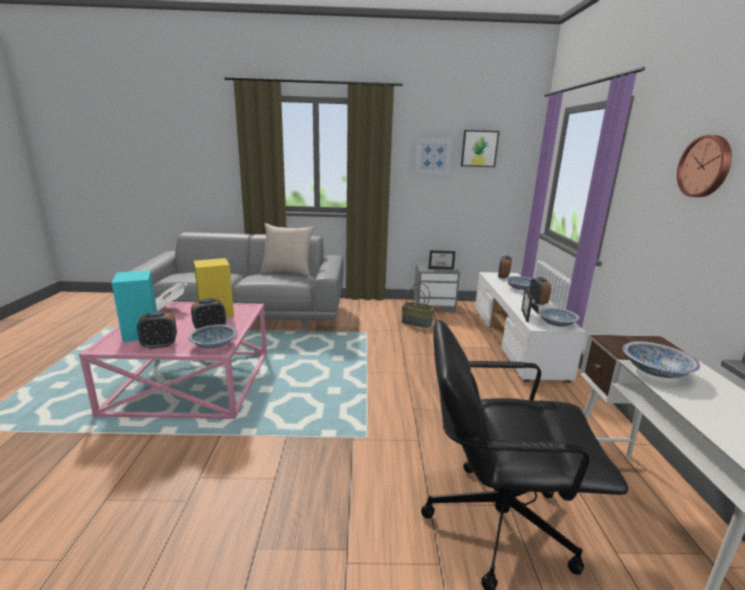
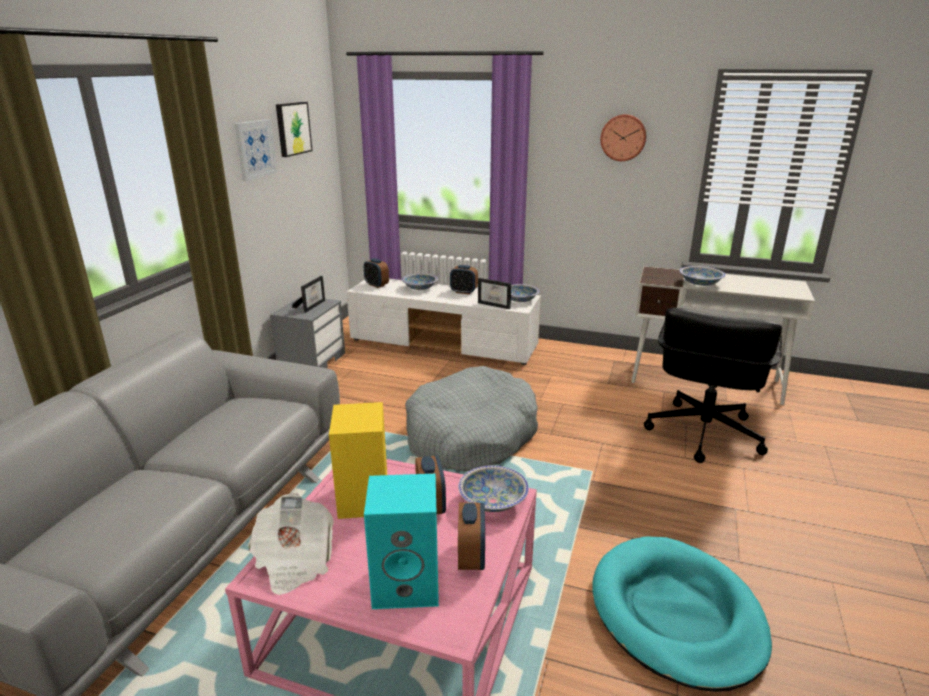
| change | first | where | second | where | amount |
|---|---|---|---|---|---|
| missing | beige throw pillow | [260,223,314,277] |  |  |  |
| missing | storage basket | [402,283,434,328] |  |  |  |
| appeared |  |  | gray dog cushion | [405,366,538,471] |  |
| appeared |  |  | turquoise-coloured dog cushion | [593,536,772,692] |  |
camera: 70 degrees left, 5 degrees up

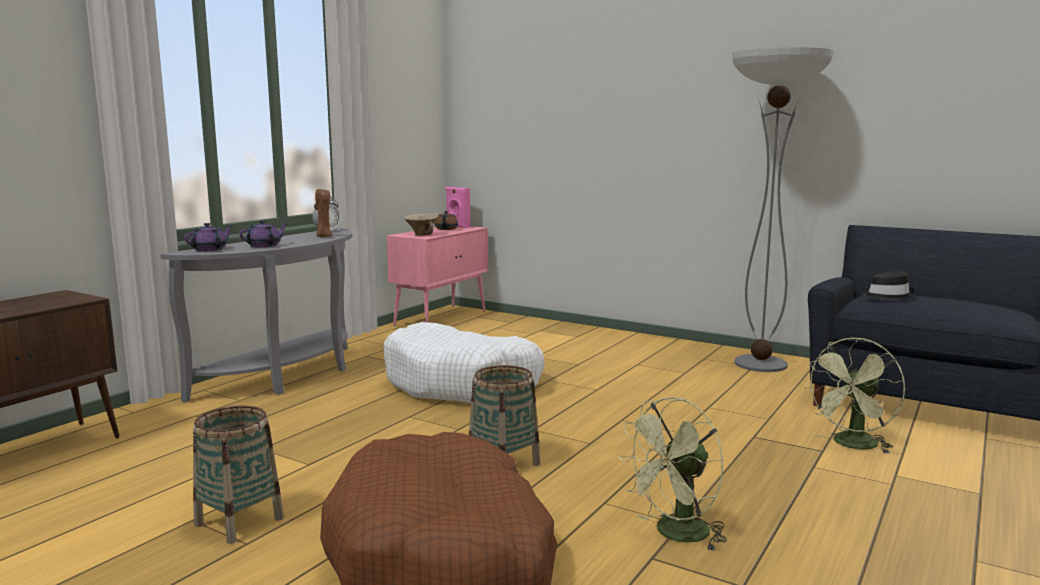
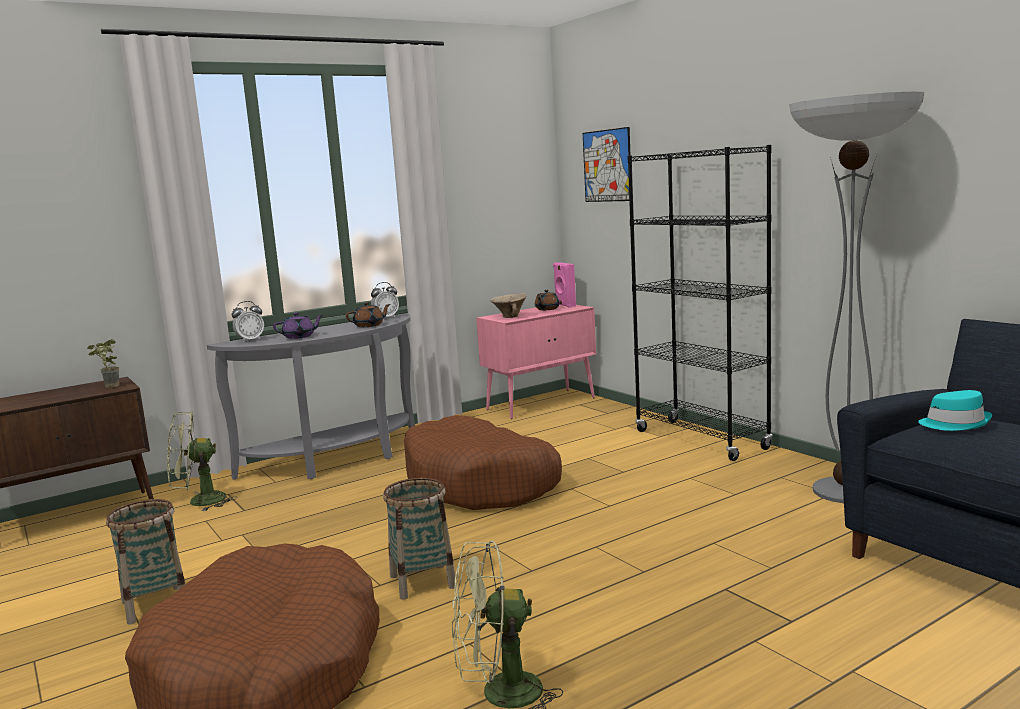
| change | first | where | second | where | amount |
|---|---|---|---|---|---|
| exchanged | purple-coloured pot for tea | [184,223,232,251] | table clock | [232,301,264,343] |  |
| exchanged | brown-coloured candle | [315,189,333,237] | brown-coloured pot for tea | [346,302,390,327] |  |
| colour | white-coloured dog cushion | [383,322,545,403] | brown-coloured dog cushion | [404,415,562,510] |  |
| relocated | green-coloured electric fan | [804,338,905,454] |  | [167,411,238,511] |  |
| colour | blackish wearable hat | [862,271,915,300] | turquoise-coloured wearable hat | [918,390,992,431] |  |
| appeared |  |  | houseplant | [88,339,119,388] |  |
| appeared |  |  | picture | [583,127,631,202] |  |
| appeared |  |  | blackish shelving unit | [628,145,772,461] |  |
camera: 25 degrees right, 0 degrees up

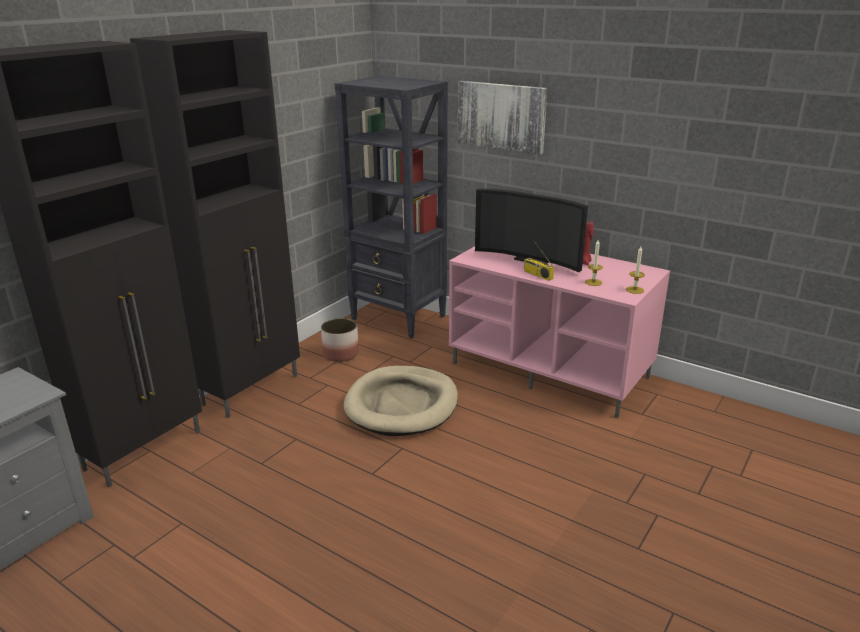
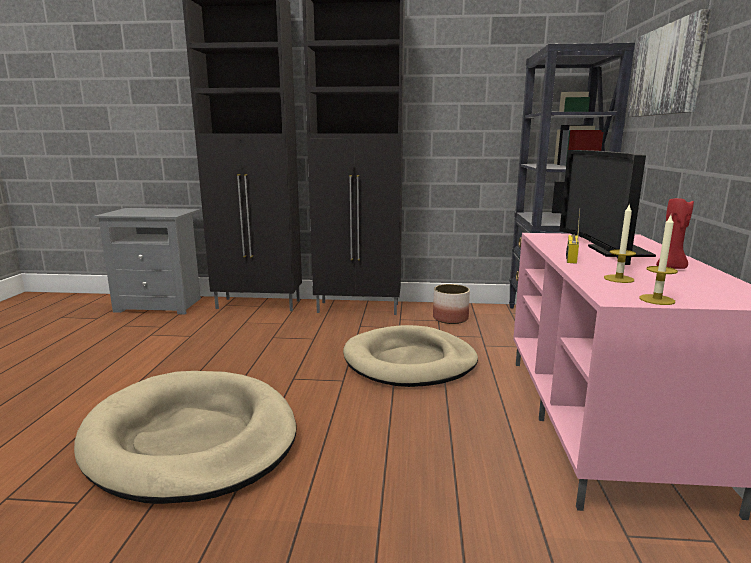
| change | first | where | second | where | amount |
|---|---|---|---|---|---|
| appeared |  |  | beige dog cushion | [74,371,297,504] |  |
camera: 60 degrees right, 10 degrees down

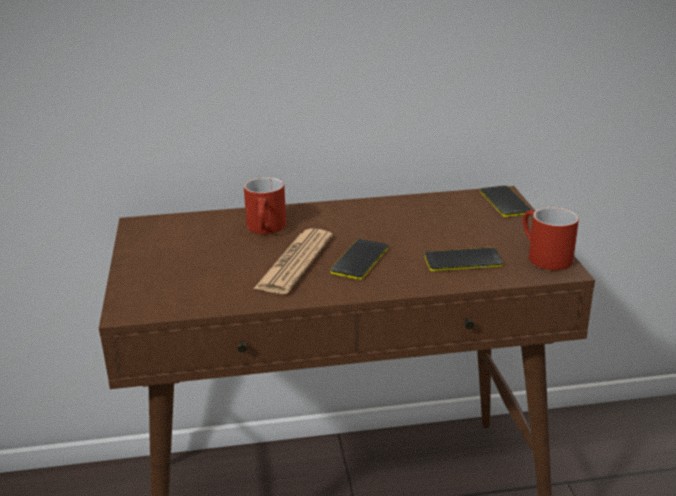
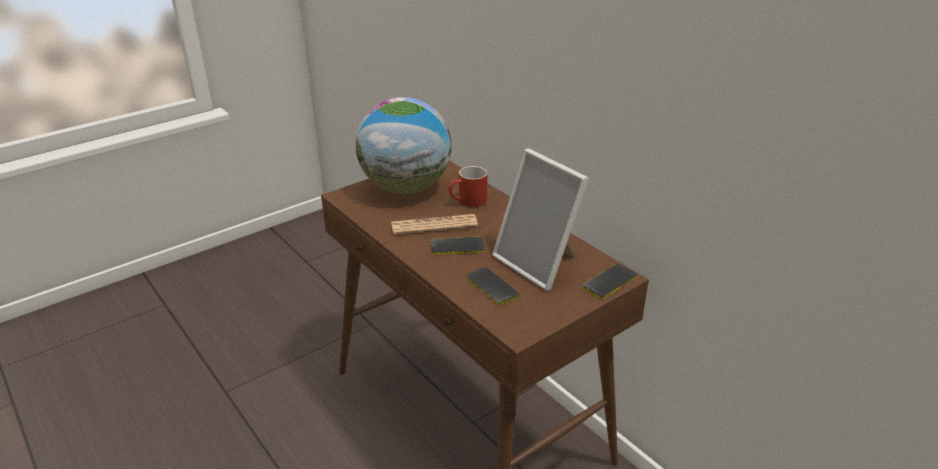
| change | first | where | second | where | amount |
|---|---|---|---|---|---|
| missing | red tea mug | [523,207,579,270] |  |  |  |
| appeared |  |  | desk globe | [356,97,452,194] |  |
| appeared |  |  | standing frame | [492,149,589,291] |  |
camera: 60 degrees right, 5 degrees up

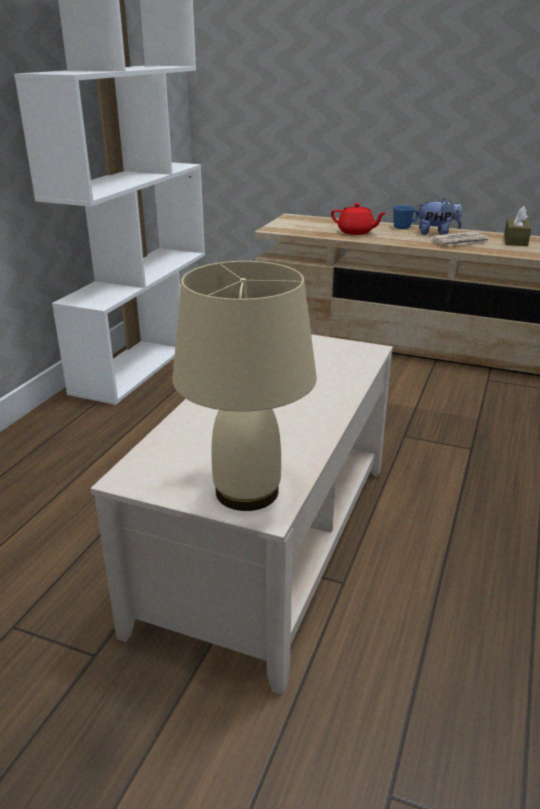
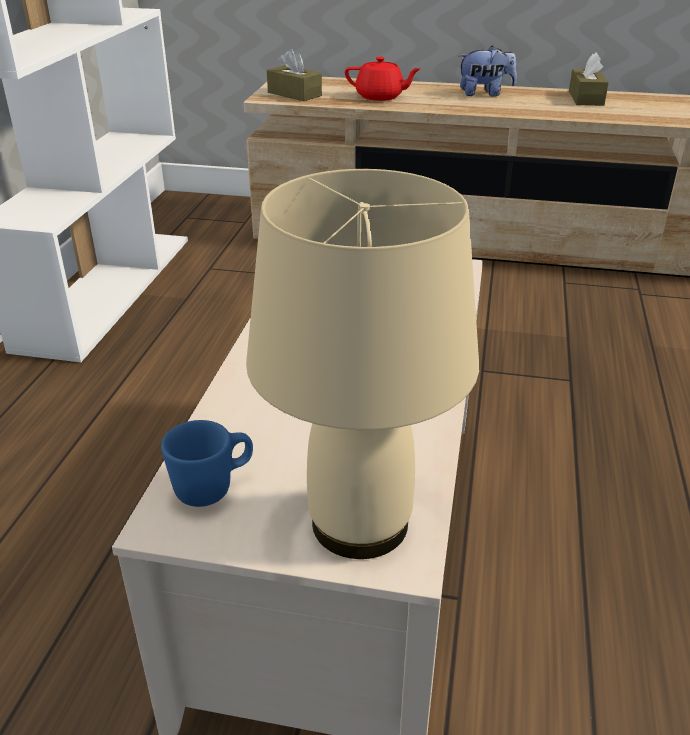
| change | first | where | second | where | amount |
|---|---|---|---|---|---|
| relocated | bluish tea mug | [393,205,419,229] |  | [161,420,253,507] |  |
| missing | printed paper | [429,231,490,246] |  |  |  |
| appeared |  |  | brown-coloured tissue holder | [267,49,322,101] |  |
camera: 10 degrees left, 5 degrees up

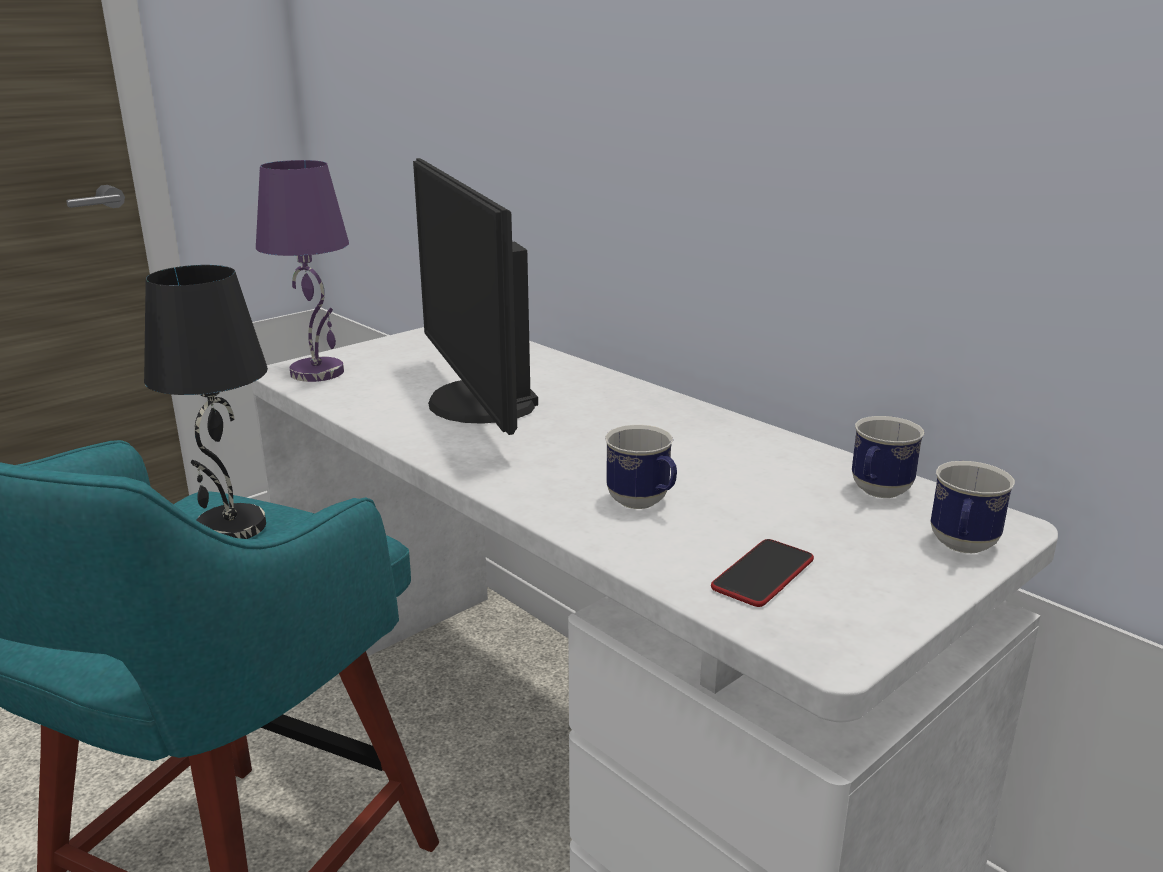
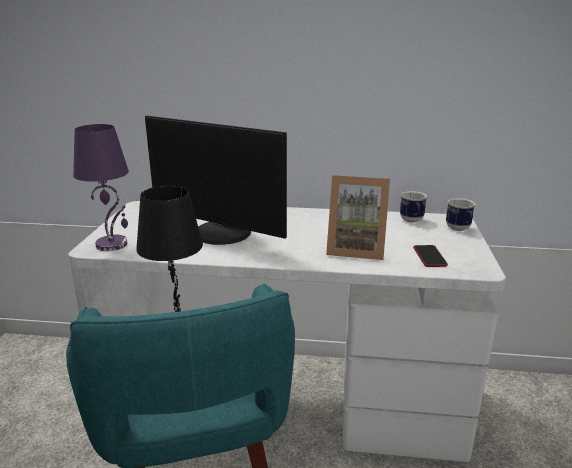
| change | first | where | second | where | amount |
|---|---|---|---|---|---|
| exchanged | tea mug | [605,425,677,509] | standing frame | [326,175,390,260] |  |
camera: 40 degrees left, 0 degrees up

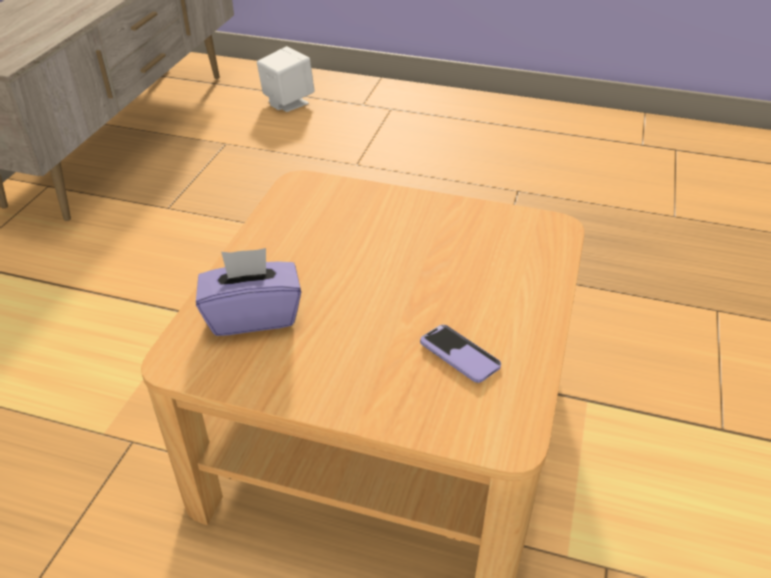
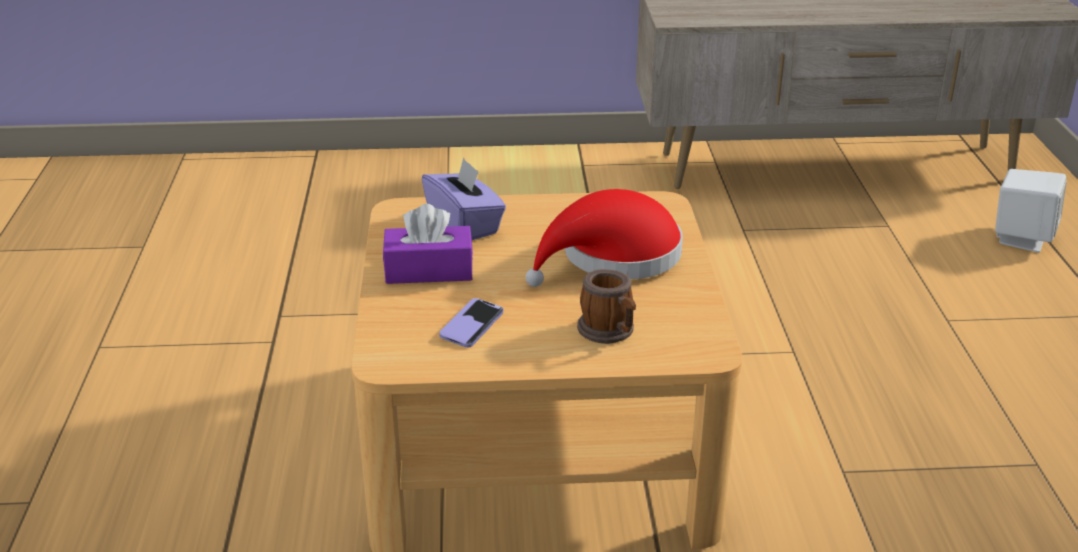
| change | first | where | second | where | amount |
|---|---|---|---|---|---|
| appeared |  |  | purple-coloured tissue holder | [383,204,473,284] |  |
| appeared |  |  | red wearable hat | [525,189,683,287] |  |
| appeared |  |  | tea mug | [577,269,636,344] |  |
camera: 70 degrees right, 10 degrees down

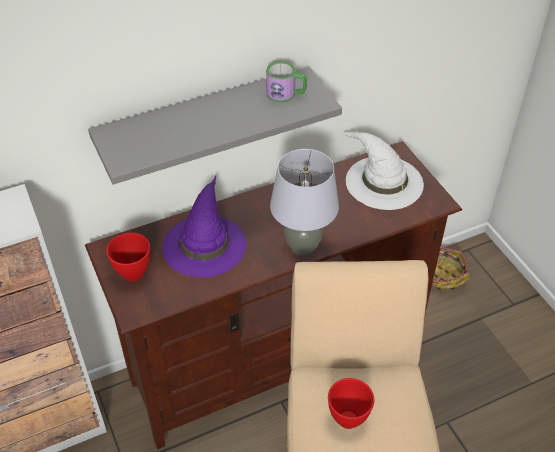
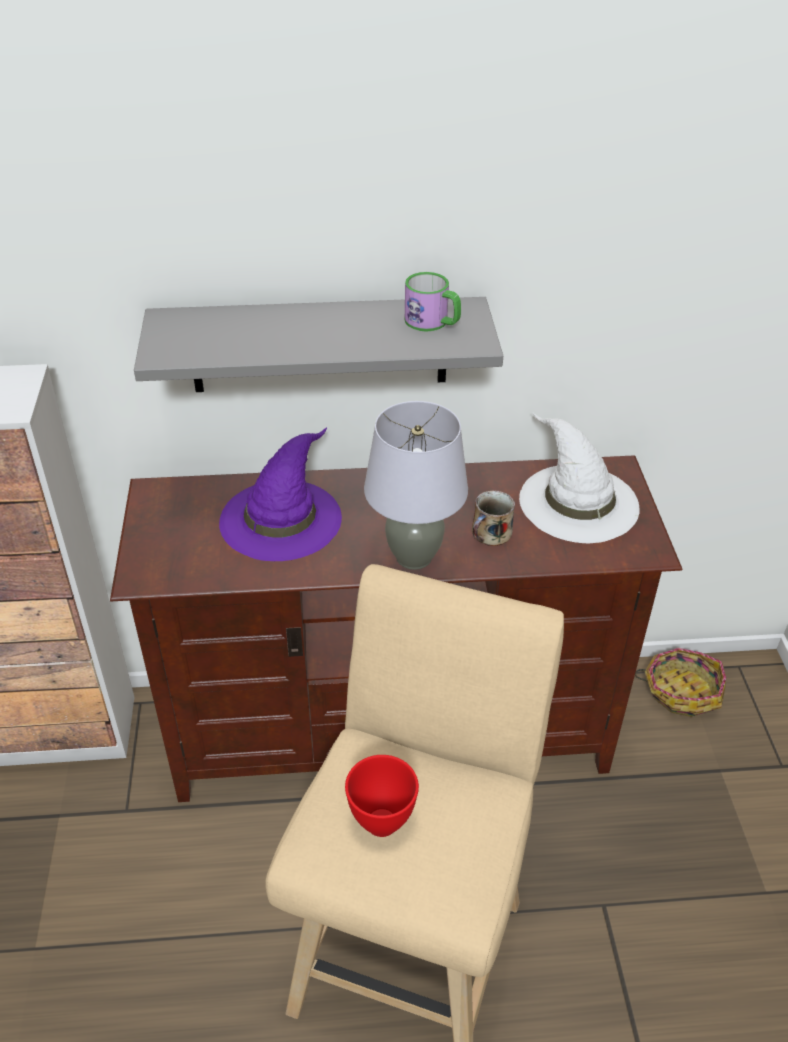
| change | first | where | second | where | amount |
|---|---|---|---|---|---|
| missing | red bowl | [106,232,150,282] |  |  |  |
| appeared |  |  | tea mug | [472,490,515,546] |  |
camera: 20 degrees right, 5 degrees down

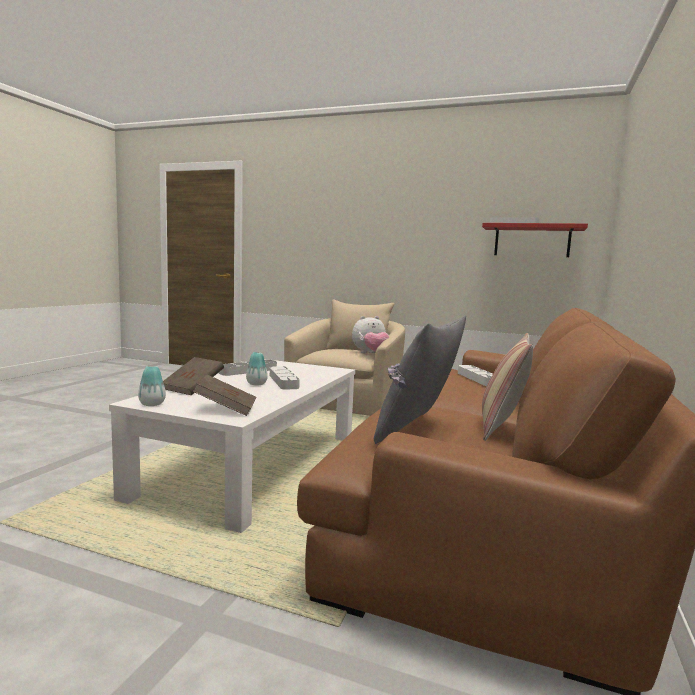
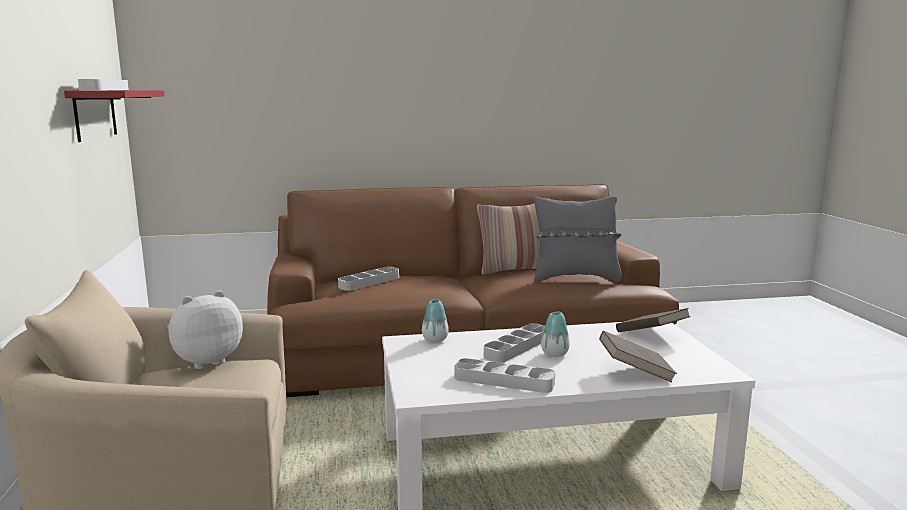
| change | first | where | second | where | amount |
|---|---|---|---|---|---|
| relocated | flower vase | [138,366,166,406] |  | [422,299,449,343] |  |
| spun | cuddly toy | [352,316,389,353] |  | [167,290,243,369] | 75 degrees counterclockwise |
camera: 120 degrees left, 5 degrees up

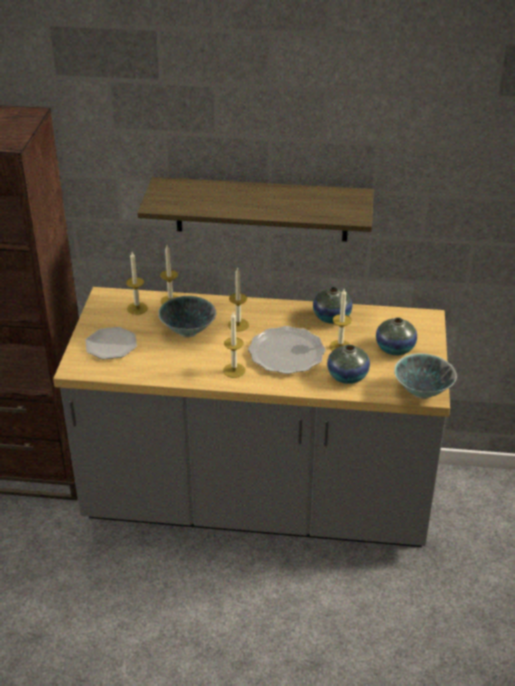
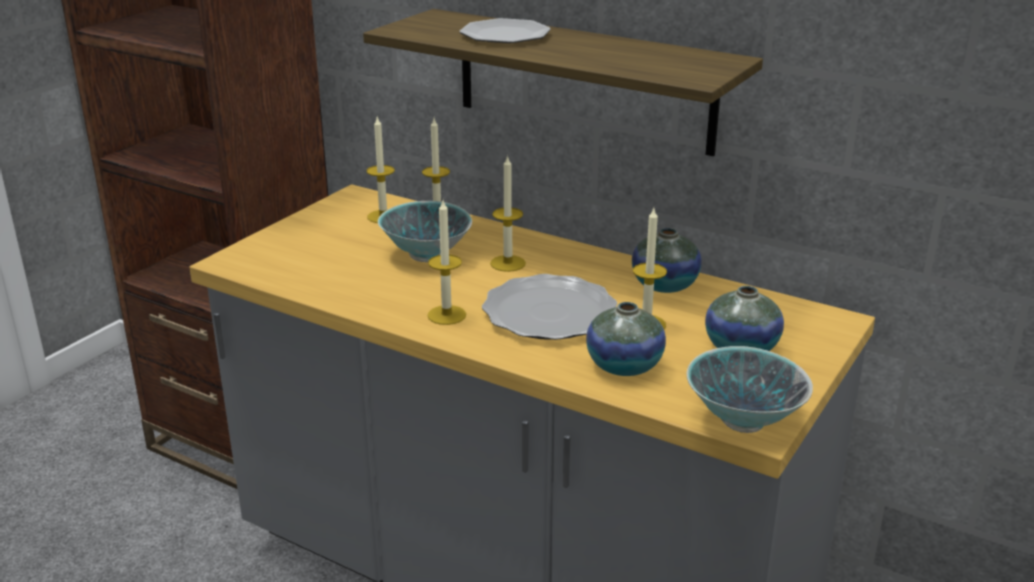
| change | first | where | second | where | amount |
|---|---|---|---|---|---|
| relocated | flat dish | [85,327,137,360] |  | [460,18,551,43] |  |
camera: 25 degrees right, 10 degrees down

